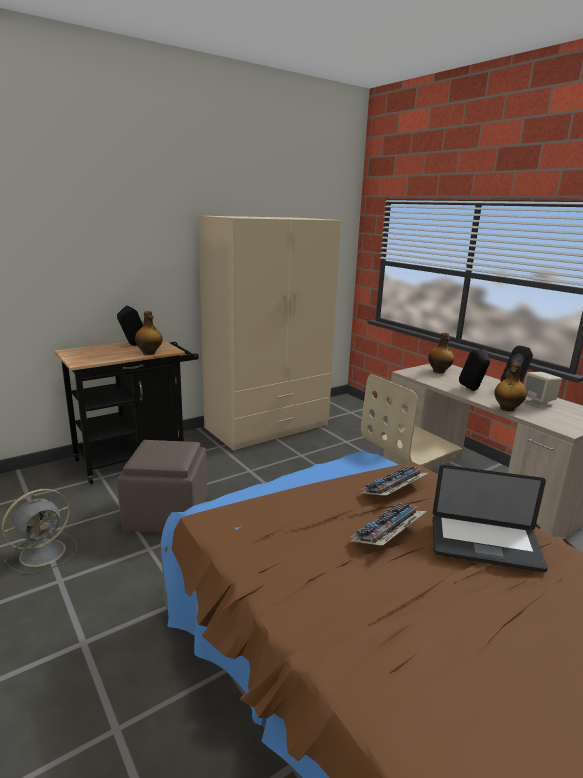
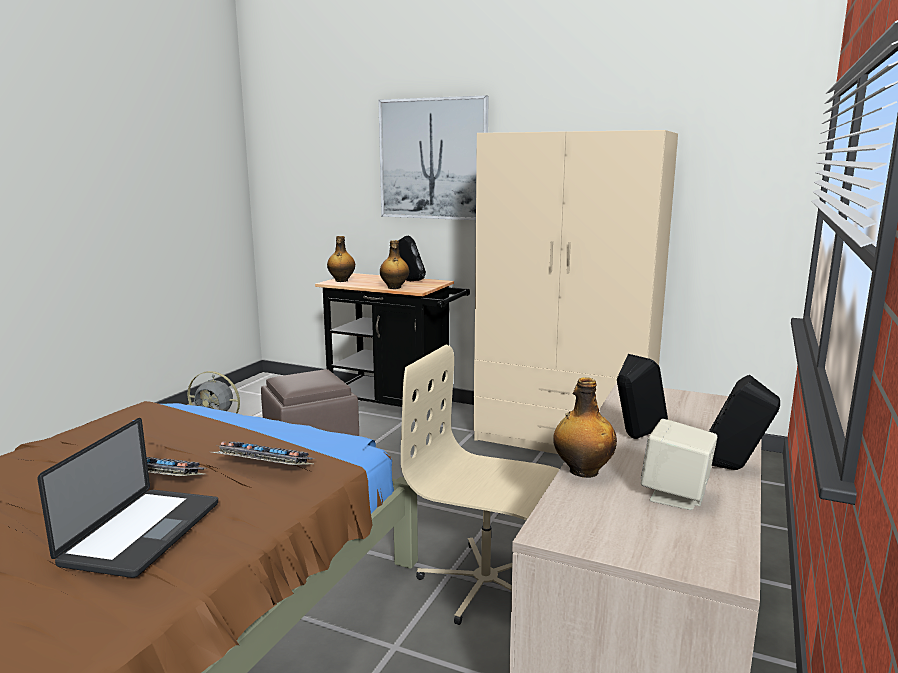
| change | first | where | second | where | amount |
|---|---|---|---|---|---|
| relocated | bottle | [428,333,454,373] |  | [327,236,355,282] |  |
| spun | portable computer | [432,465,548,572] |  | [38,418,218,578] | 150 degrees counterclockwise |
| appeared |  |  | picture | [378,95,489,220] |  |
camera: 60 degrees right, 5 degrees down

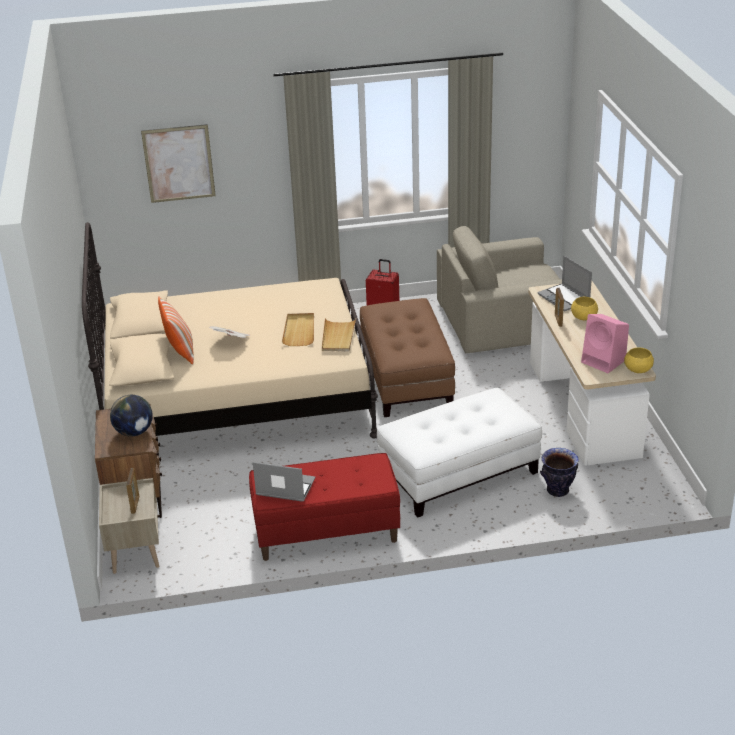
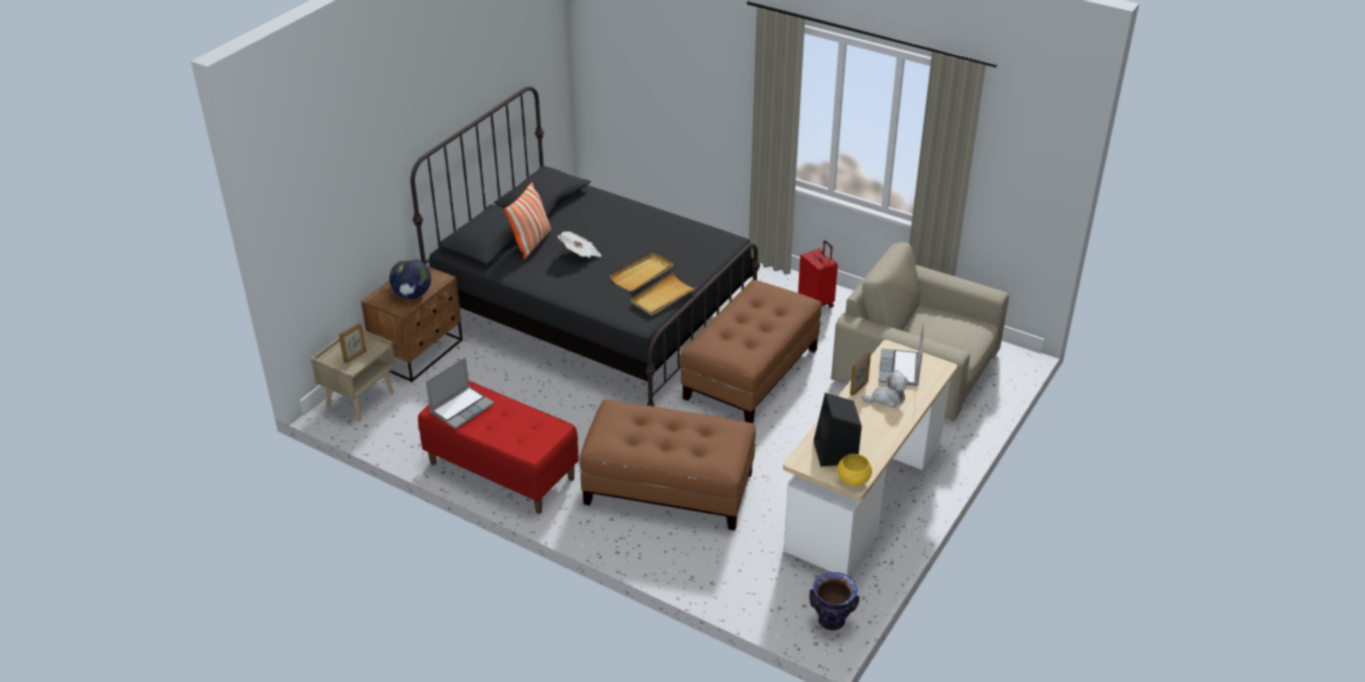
| change | first | where | second | where | amount |
|---|---|---|---|---|---|
| colour | beige bedroom bed | [82,222,378,438] | blackish bedroom bed | [410,86,760,407] |  |
| missing | picture | [141,124,216,203] |  |  |  |
| spun | portable computer | [253,462,315,502] |  | [426,357,494,429] | 75 degrees clockwise |
| colour | white-coloured pouffe | [377,388,542,517] | brown-coloured pouffe | [580,400,756,531] |  |
| relocated | flower vase | [540,448,579,497] |  | [809,572,860,630] |  |
| exchanged | yellowish bowl | [571,297,598,320] | cuddly toy | [862,371,909,408] |  |
| colour | pinkish audio speaker | [581,314,629,373] | blackish audio speaker | [814,393,862,467] |  |
camera: 40 degrees right, 5 degrees up

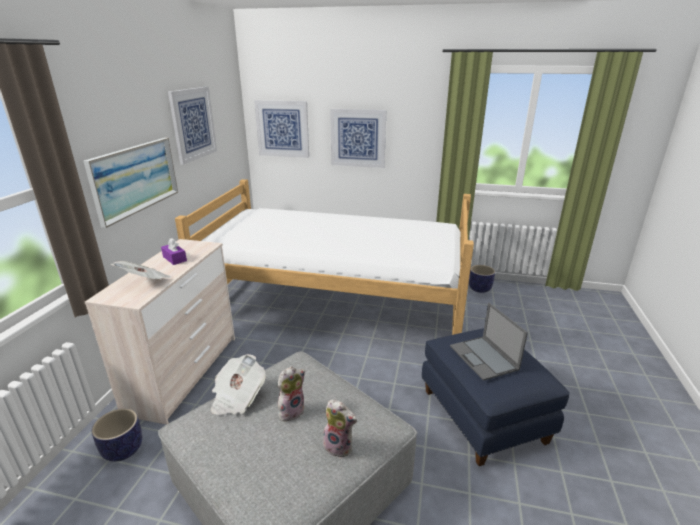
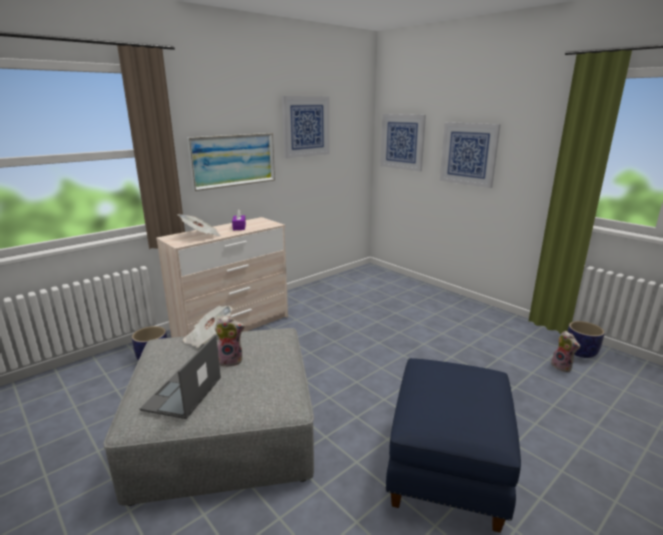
| change | first | where | second | where | amount |
|---|---|---|---|---|---|
| missing | bedroom bed | [175,179,474,335] |  |  |  |
| relocated | cuddly toy | [323,399,357,458] |  | [551,331,580,372] |  |
| relocated | portable computer | [450,303,528,381] |  | [140,335,221,419] |  |
camera: 35 degrees right, 5 degrees down

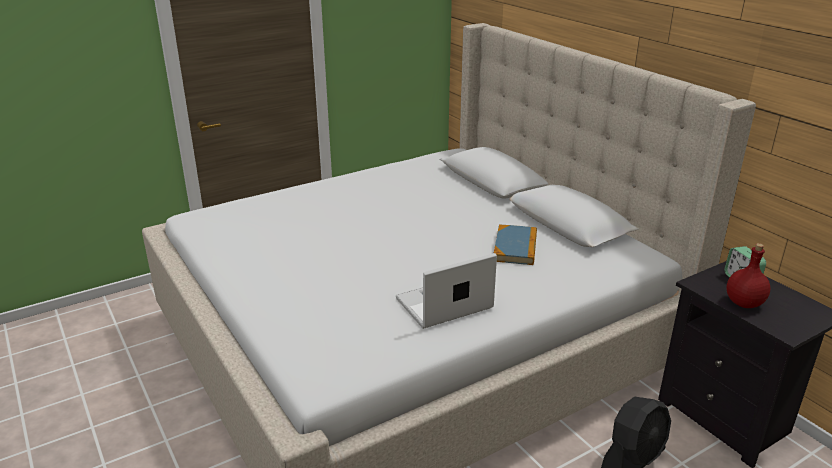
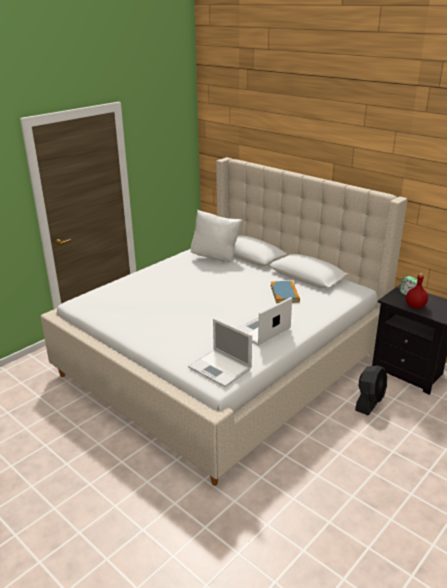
| change | first | where | second | where | amount |
|---|---|---|---|---|---|
| appeared |  |  | portable computer | [188,318,252,387] |  |
| appeared |  |  | white-coloured throw pillow | [190,210,242,262] |  |
camera: 15 degrees left, 0 degrees up

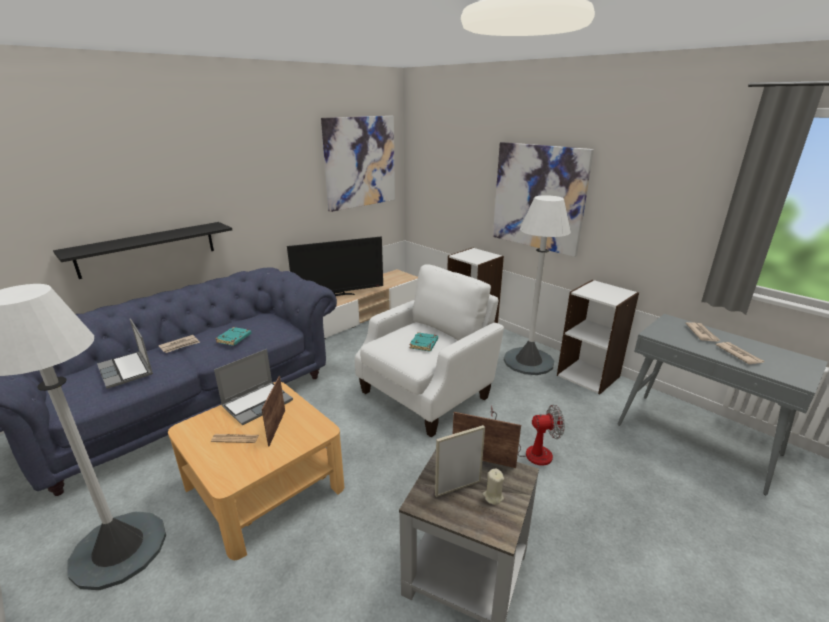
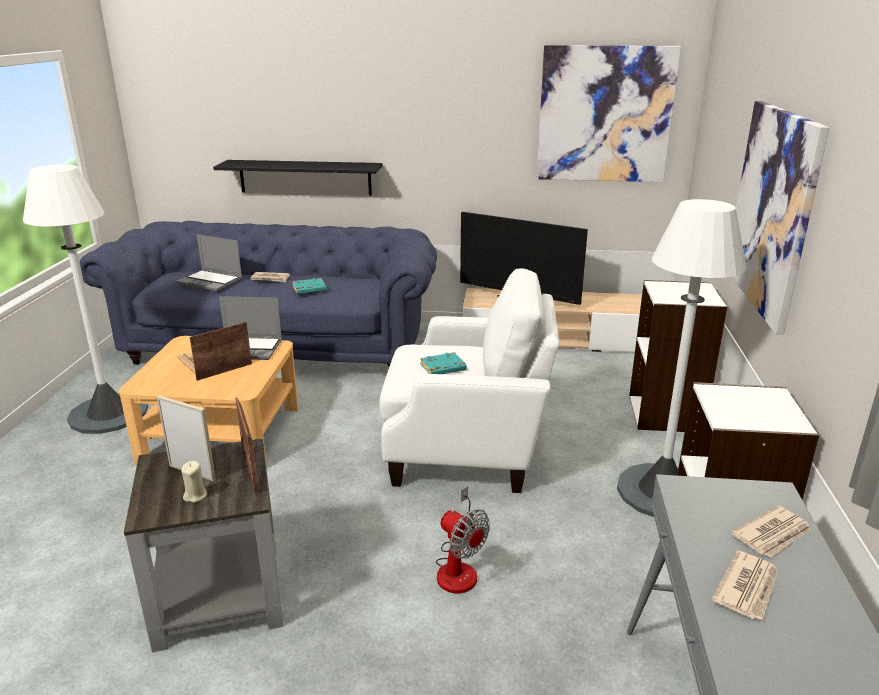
| change | first | where | second | where | amount |
|---|---|---|---|---|---|
| spun | portable computer | [97,319,153,389] |  | [176,234,242,292] | 75 degrees counterclockwise |
camera: 50 degrees right, 0 degrees up

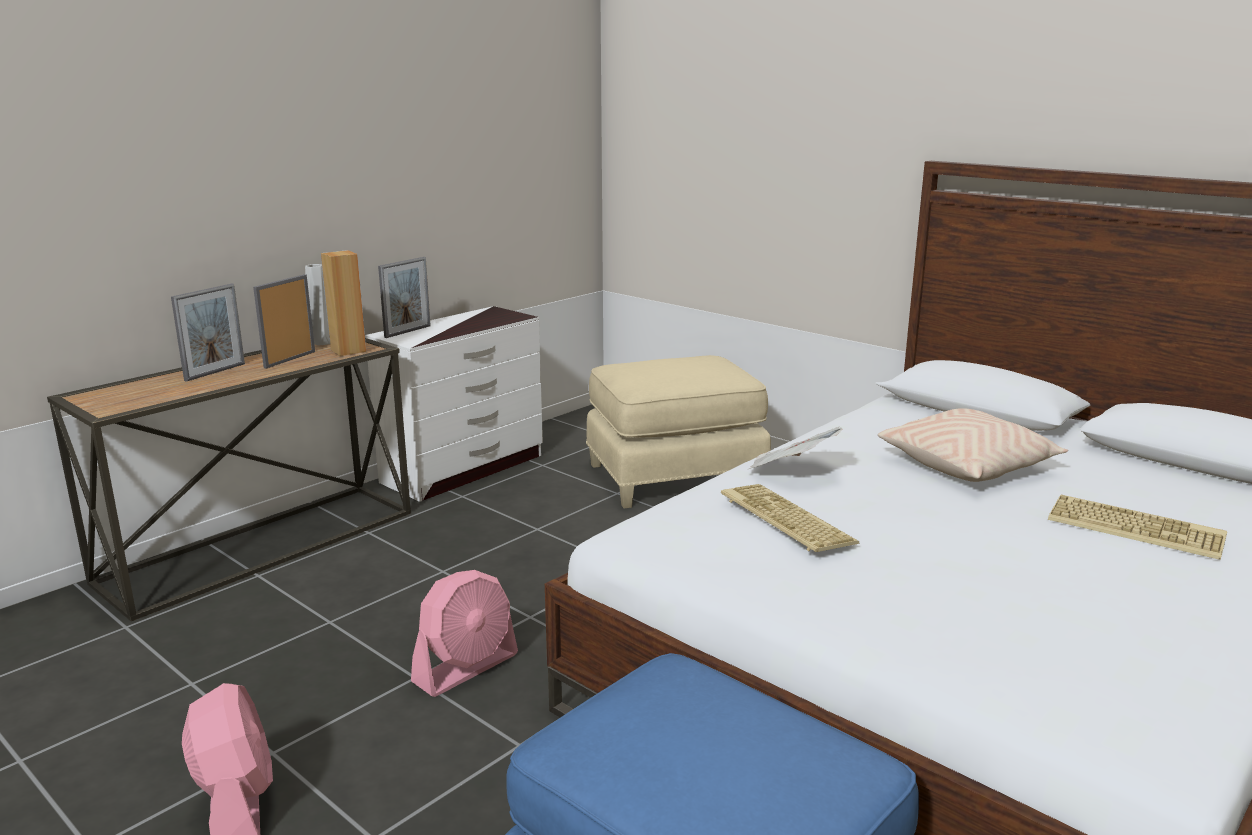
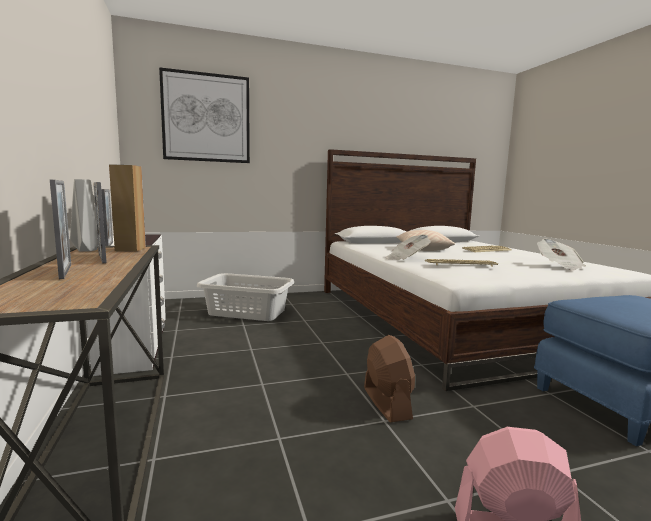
| change | first | where | second | where | amount |
|---|---|---|---|---|---|
| colour | pinkish electric fan | [411,570,518,697] | brown-coloured electric fan | [364,335,415,422] |  |
| exchanged | beige pouffe | [586,355,771,509] | gray washing basket | [197,273,294,321] |  |
| appeared |  |  | picture | [159,67,250,163] |  |
| appeared |  |  | printed paper | [537,238,586,271] |  |
camera: 60 degrees left, 10 degrees down

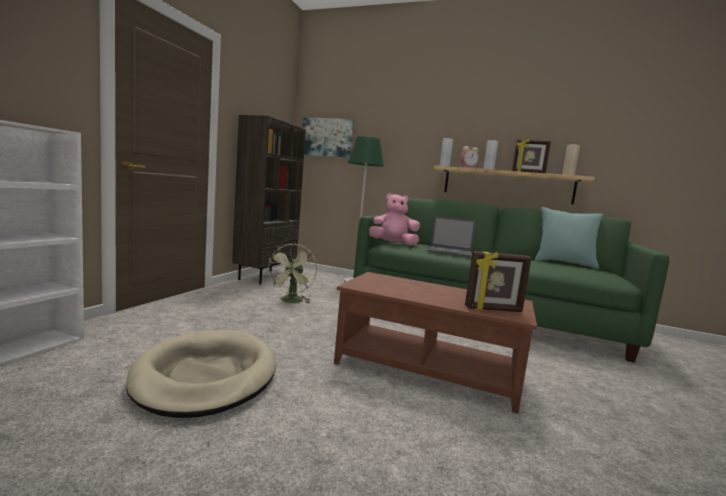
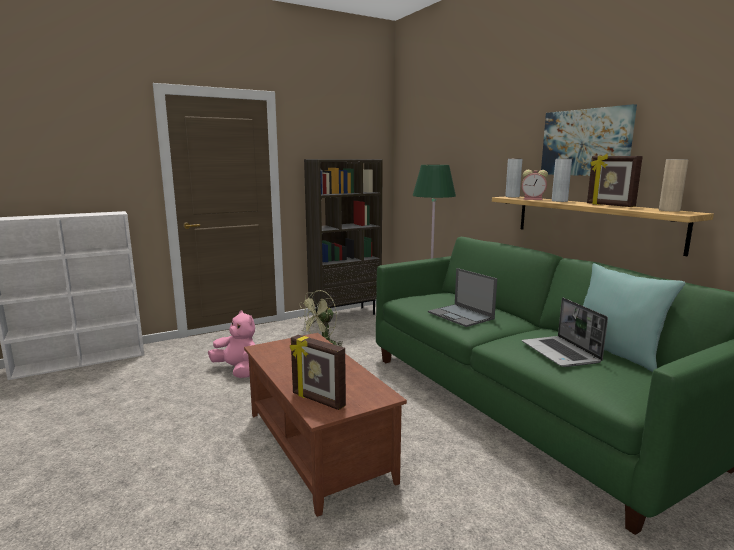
| change | first | where | second | where | amount |
|---|---|---|---|---|---|
| missing | beige dog cushion | [126,330,276,418] |  |  |  |
| relocated | picture | [302,117,354,158] |  | [541,104,637,176] |  |
| relocated | pinkish cuddly toy | [369,193,420,246] |  | [208,310,255,378] |  |
| appeared |  |  | portable computer | [522,298,608,367] |  |
camera: 40 degrees right, 5 degrees up

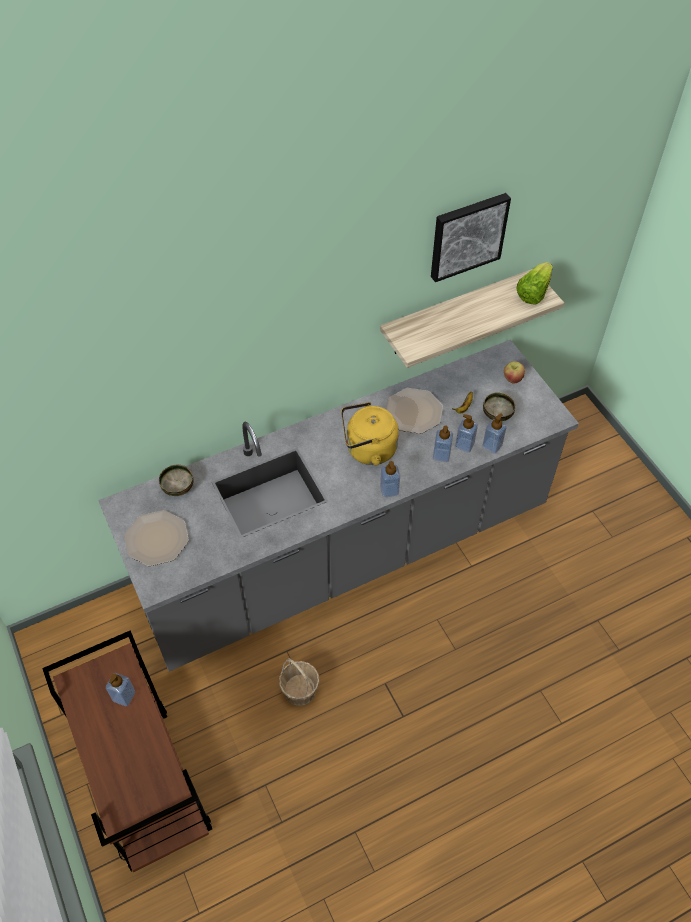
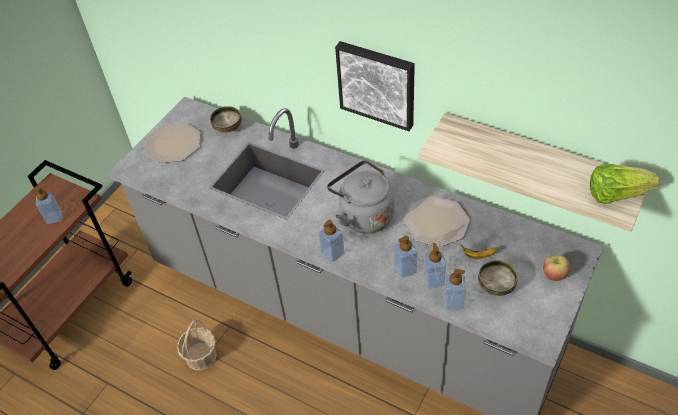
| change | first | where | second | where | amount |
|---|---|---|---|---|---|
| colour | yellowish water kettle | [341,402,399,465] | gray water kettle | [327,160,394,233] |  |
| relocated | picture | [431,193,511,282] |  | [335,41,415,131] |  |
camera: 60 degrees right, 5 degrees down

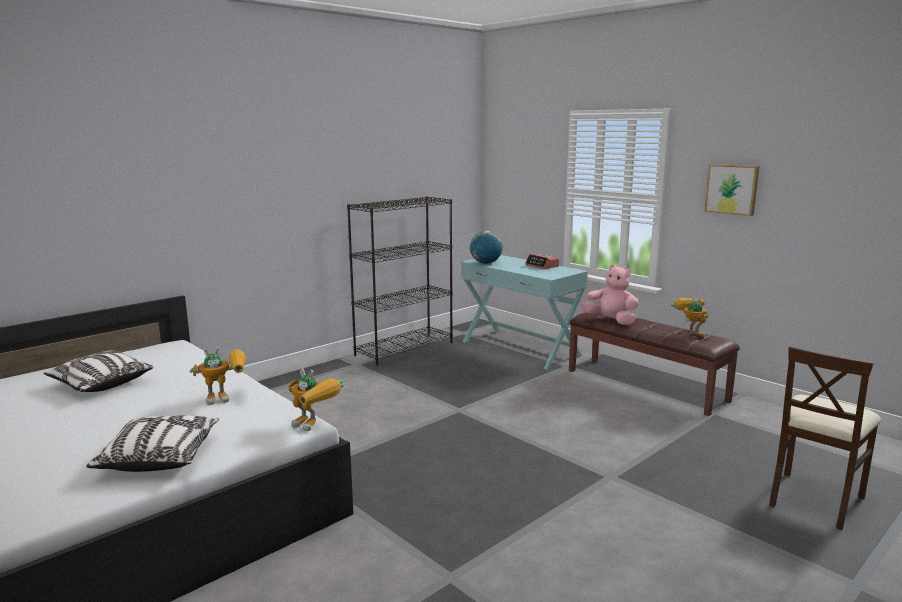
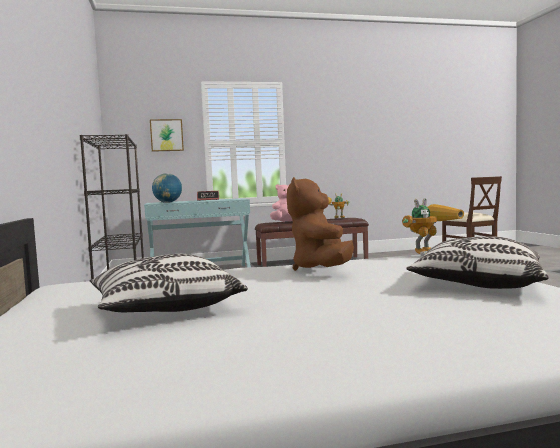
| change | first | where | second | where | amount |
|---|---|---|---|---|---|
| exchanged | model robot | [190,347,246,405] | brown-coloured cuddly toy | [287,177,354,271] |  |
| relocated | picture | [704,164,759,216] |  | [150,119,184,152] |  |
camera: 60 degrees left, 10 degrees down

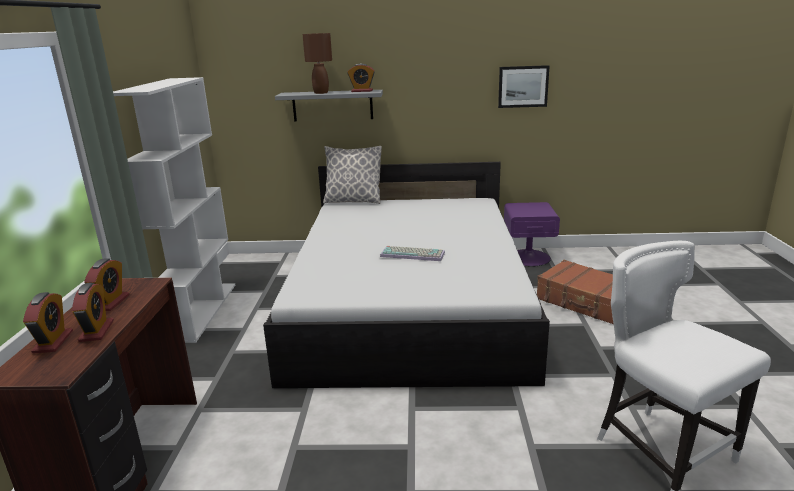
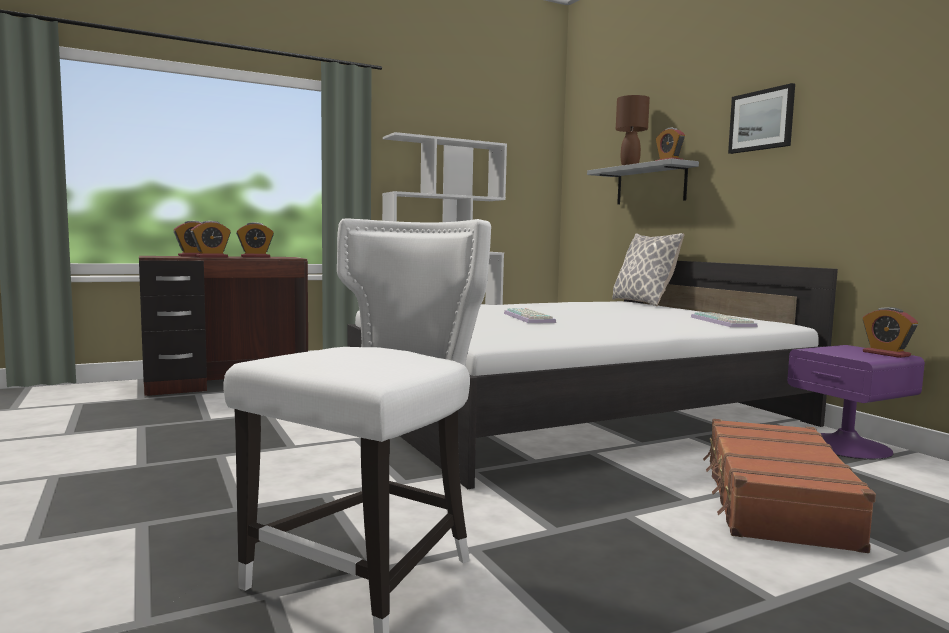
| change | first | where | second | where | amount |
|---|---|---|---|---|---|
| relocated | picture | [498,65,549,108] |  | [728,83,795,154] |  |
| appeared |  |  | computer keyboard | [691,312,758,327] |  |
| appeared |  |  | table clock | [863,307,918,358] |  |
camera: 60 degrees right, 15 degrees down

